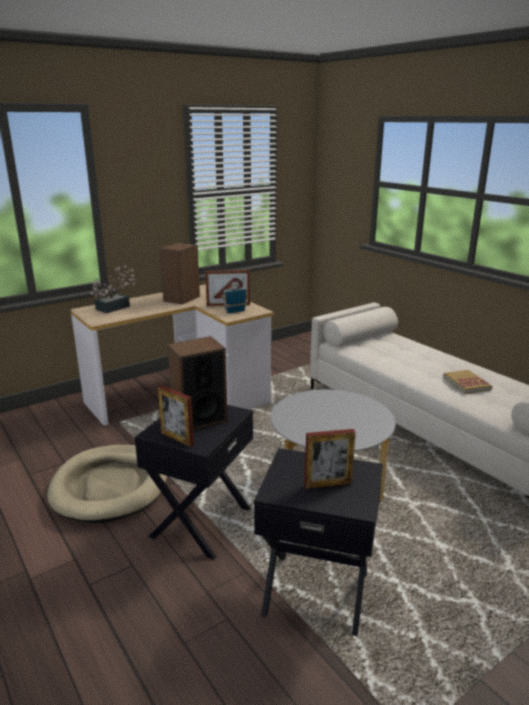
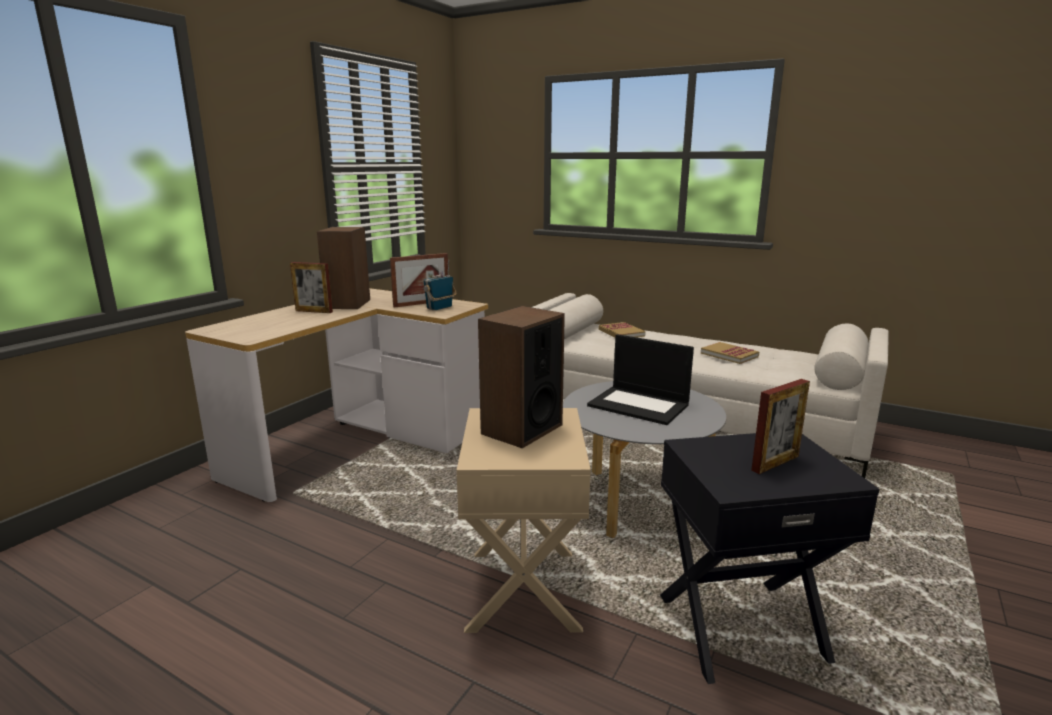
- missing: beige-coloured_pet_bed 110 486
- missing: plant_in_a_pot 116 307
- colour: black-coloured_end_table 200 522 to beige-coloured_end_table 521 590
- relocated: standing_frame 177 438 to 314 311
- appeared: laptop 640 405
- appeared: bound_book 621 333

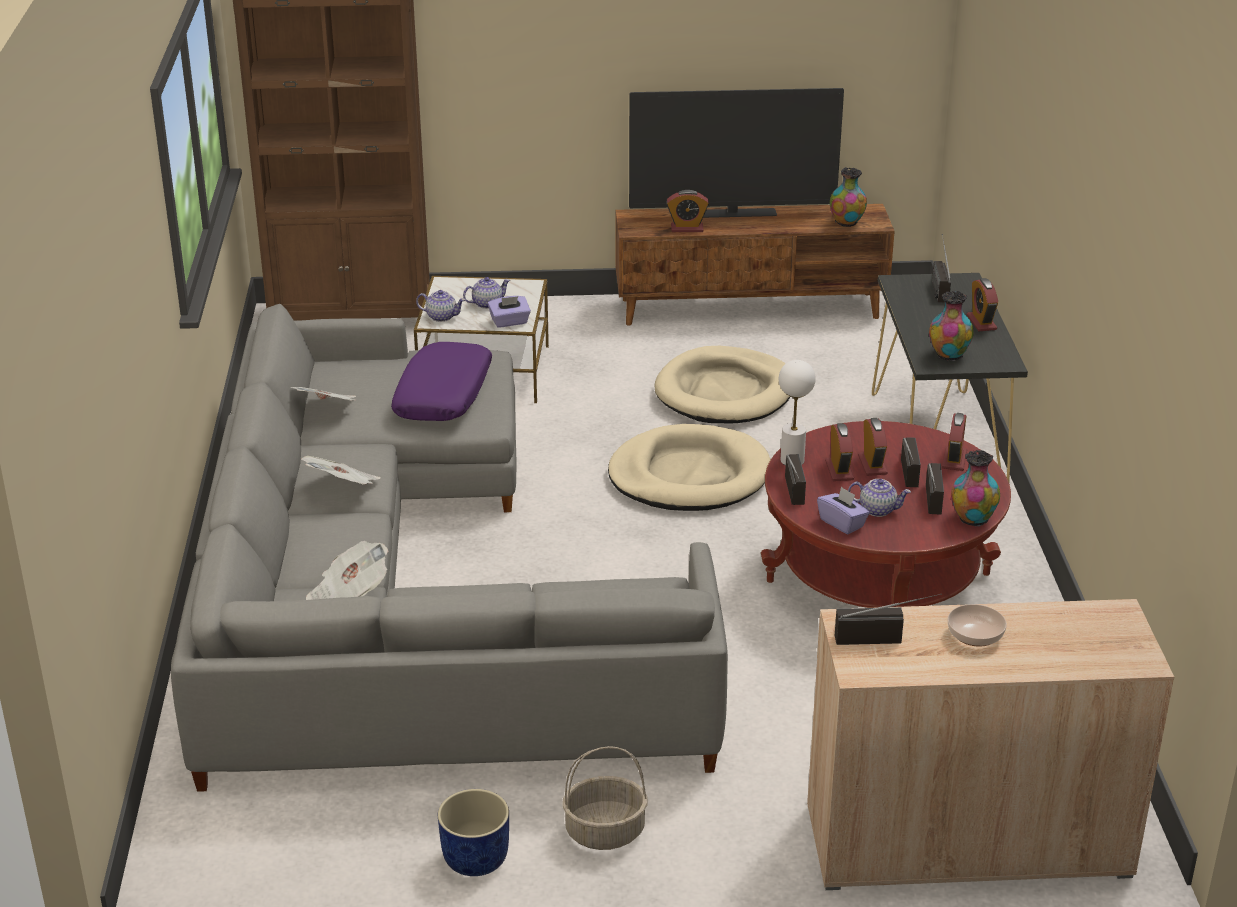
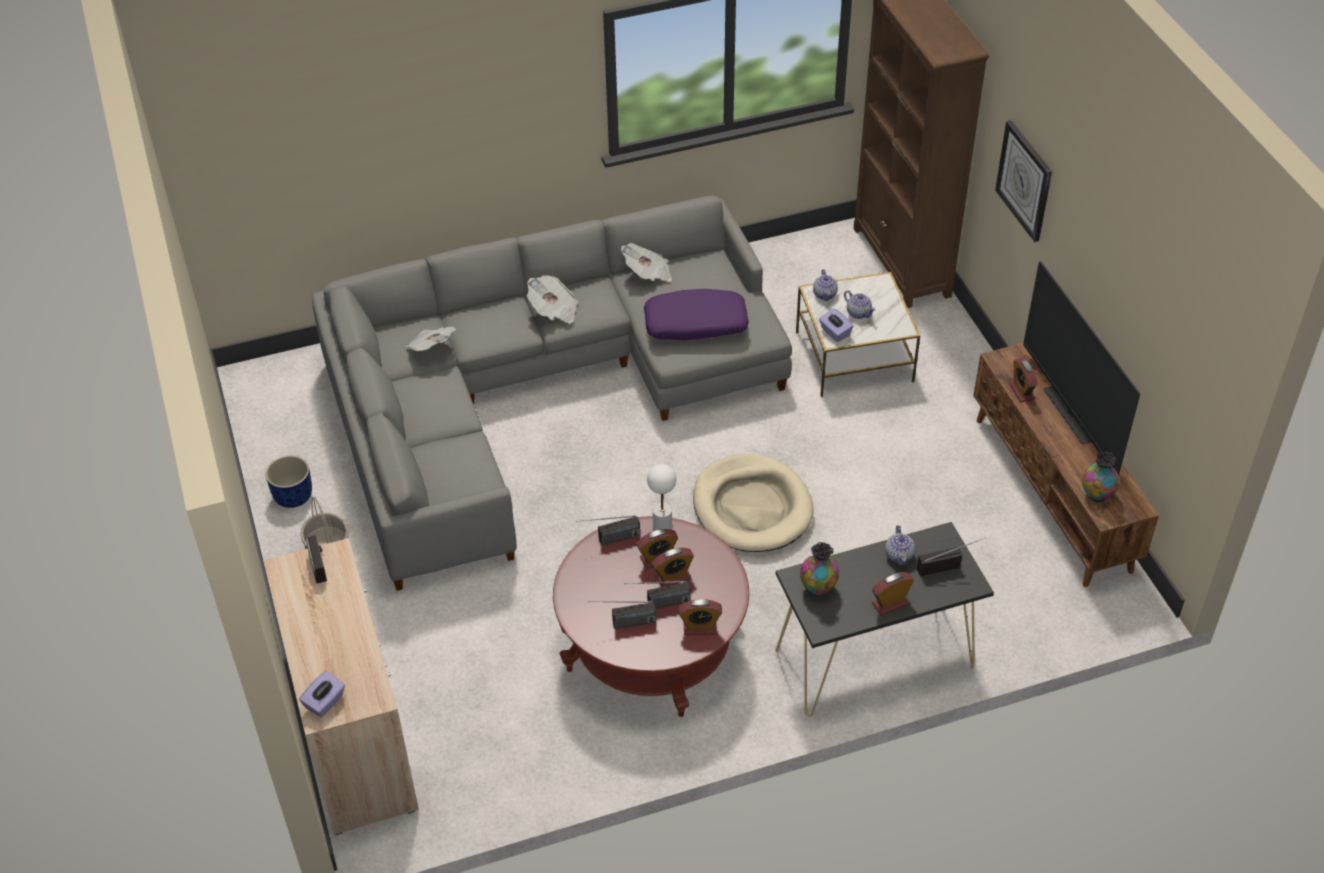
- missing: beige-coloured_pet_bed 725 392
- relocated: purple_tissue_box 842 523 to 325 702
- relocated: pot_for_tea 878 509 to 899 555
- missing: serving_bowl 975 636
- missing: flower_vase 972 519
- appeared: hanging_clock 1025 180

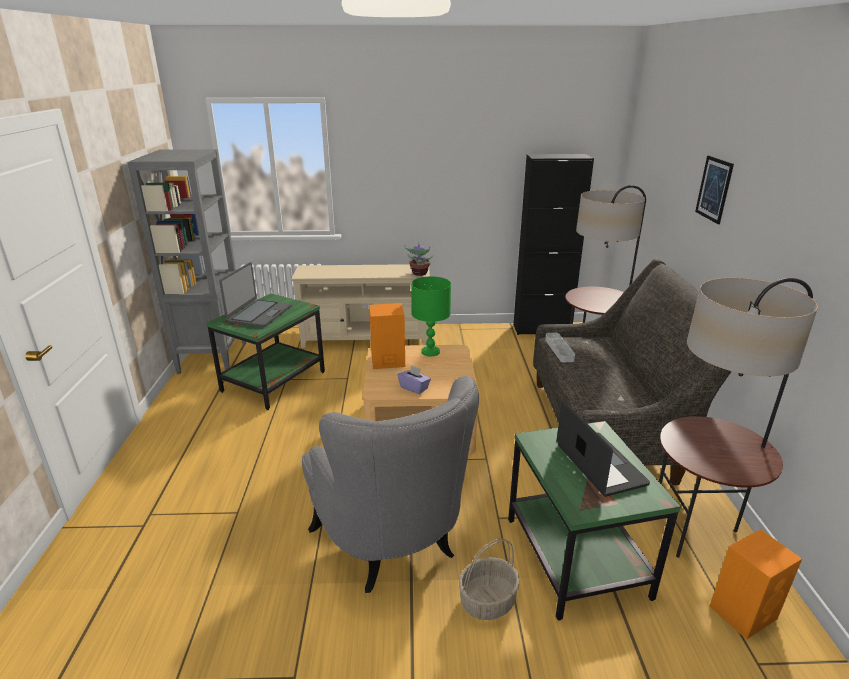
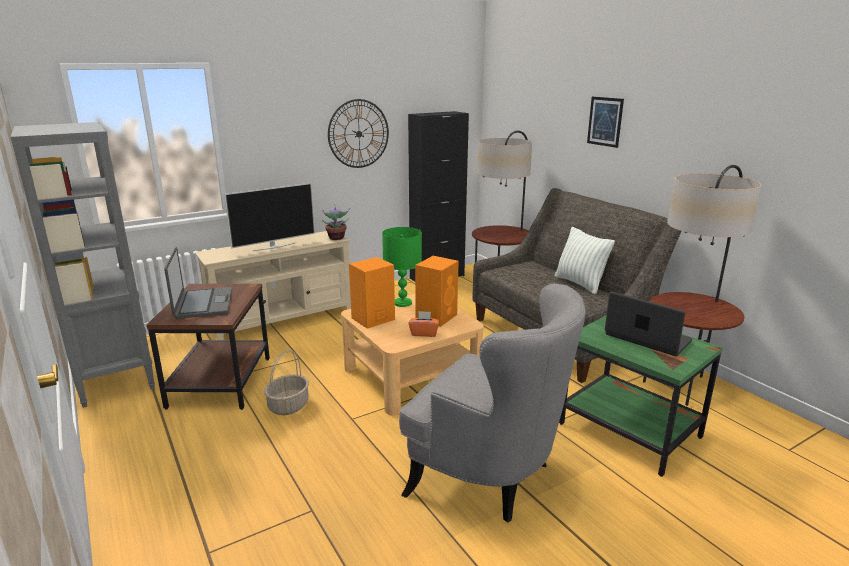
- colour: greenish_end_table 273 382 to brown_end_table 219 382
- colour: purple_tissue_box 414 388 to orangey_tissue_box 424 333
- relocated: storage_basket 488 601 to 288 405
- missing: gray_serving_tray 559 350
- relocated: orangey_loudspeaker 744 612 to 437 317
- appeared: TV 274 247
- appeared: hanging_clock 358 134
- appeared: pillow 580 284

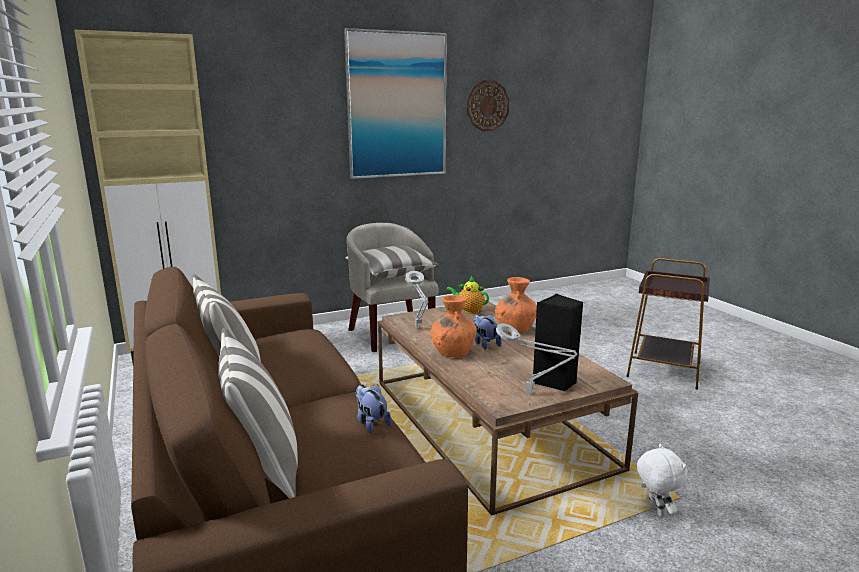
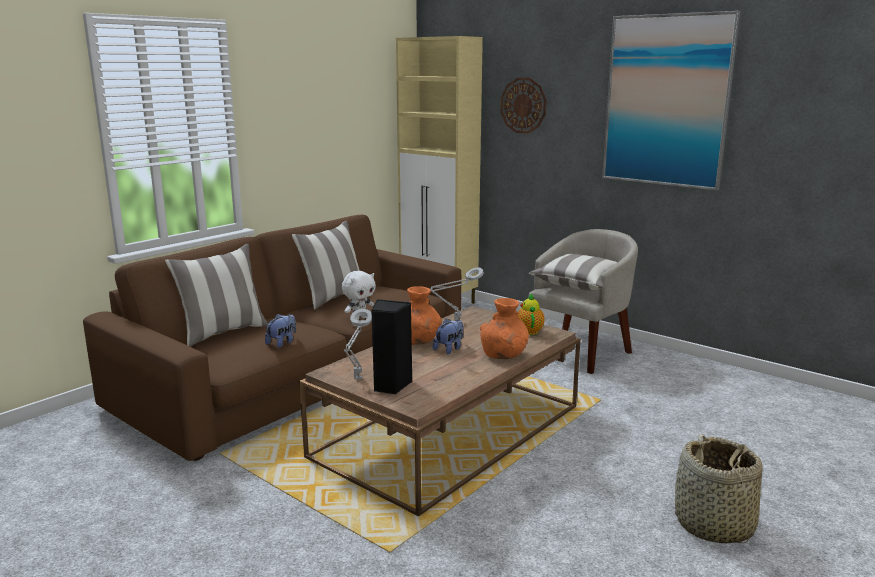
- relocated: hanging_clock 487 106 to 523 105
- exchanged: brown_end_table 663 370 to storage_basket 713 525
- relocated: white-coloured_cuddly_toy 655 511 to 359 318

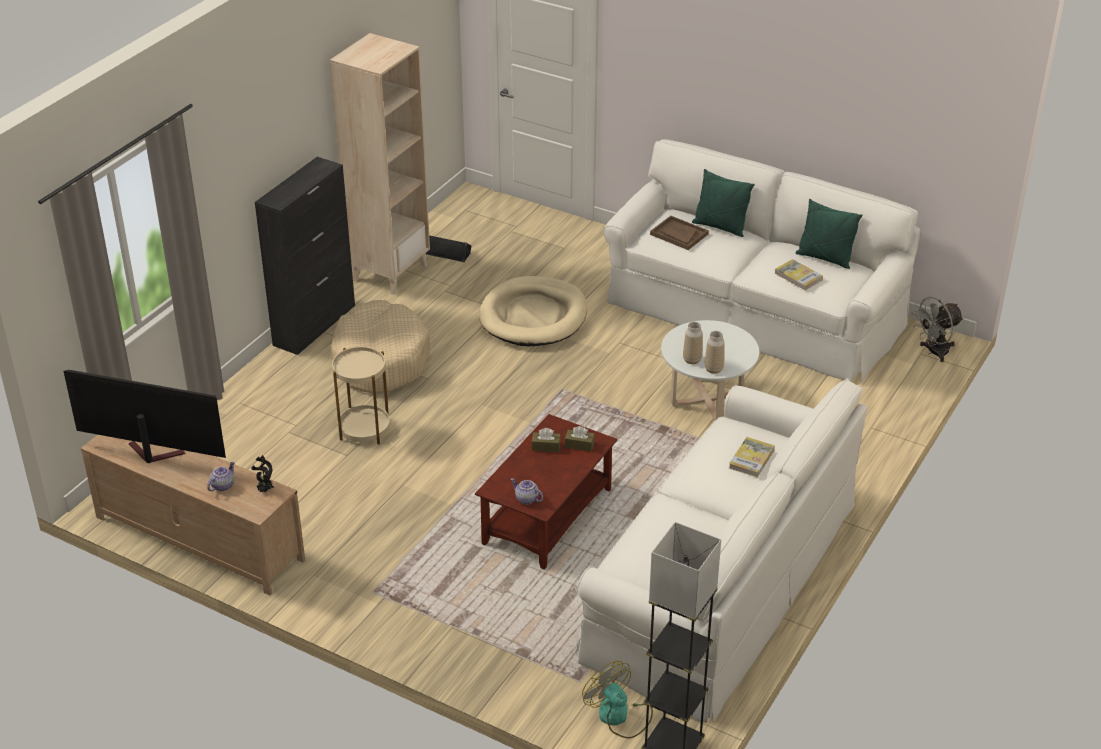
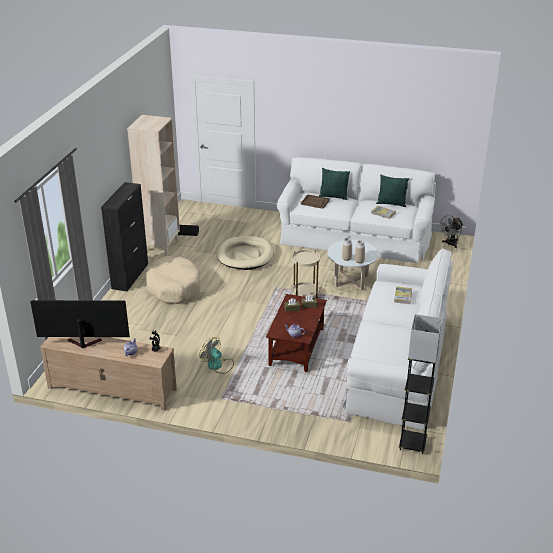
- relocated: beige-coloured_end_table 364 429 to 305 294
- relocated: fan 619 716 to 218 365

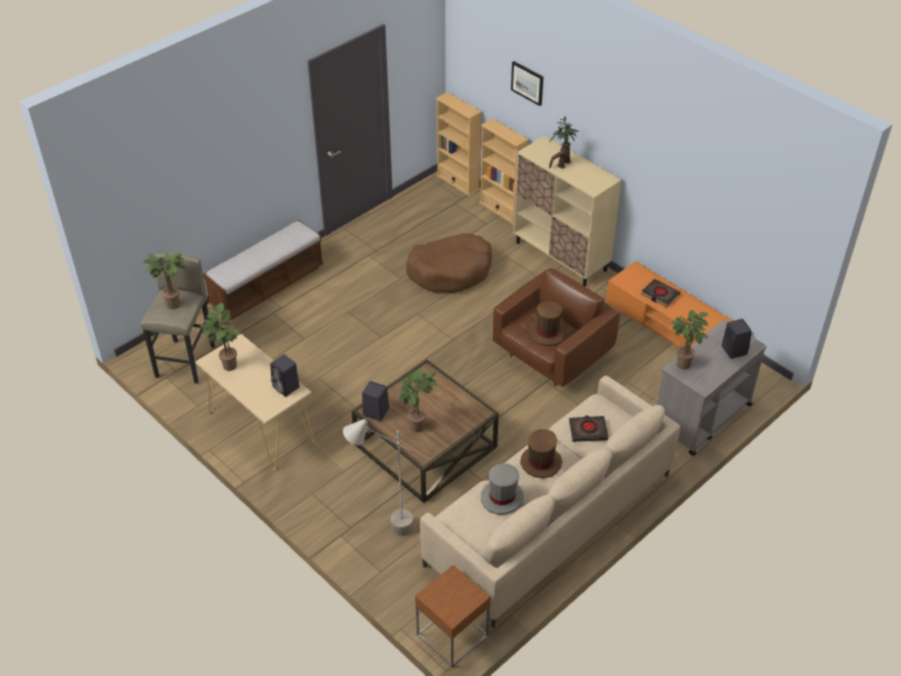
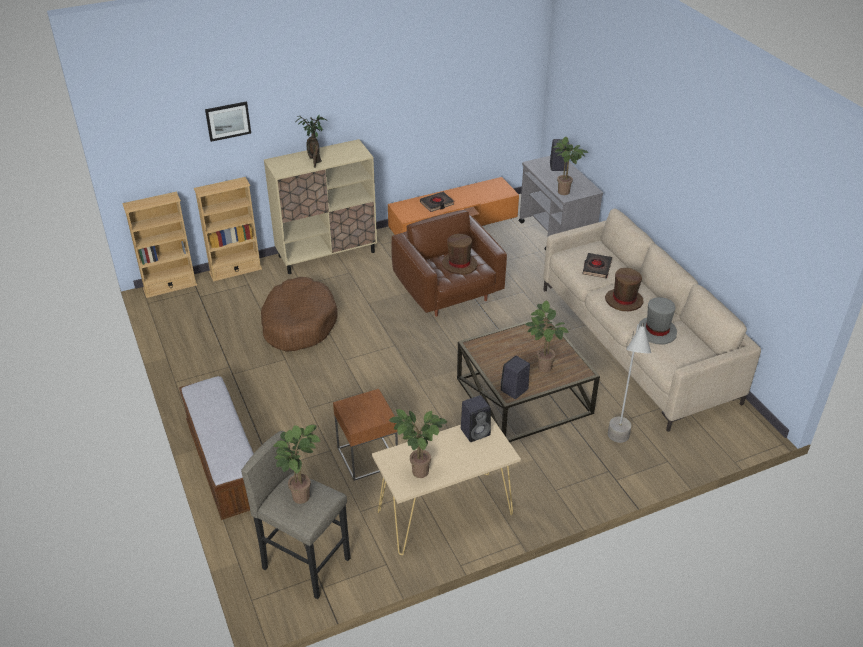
- relocated: brown_end_table 452 635 to 367 457

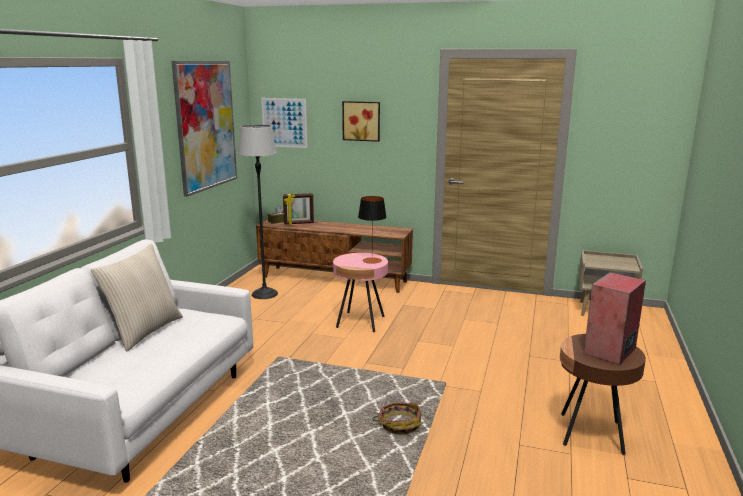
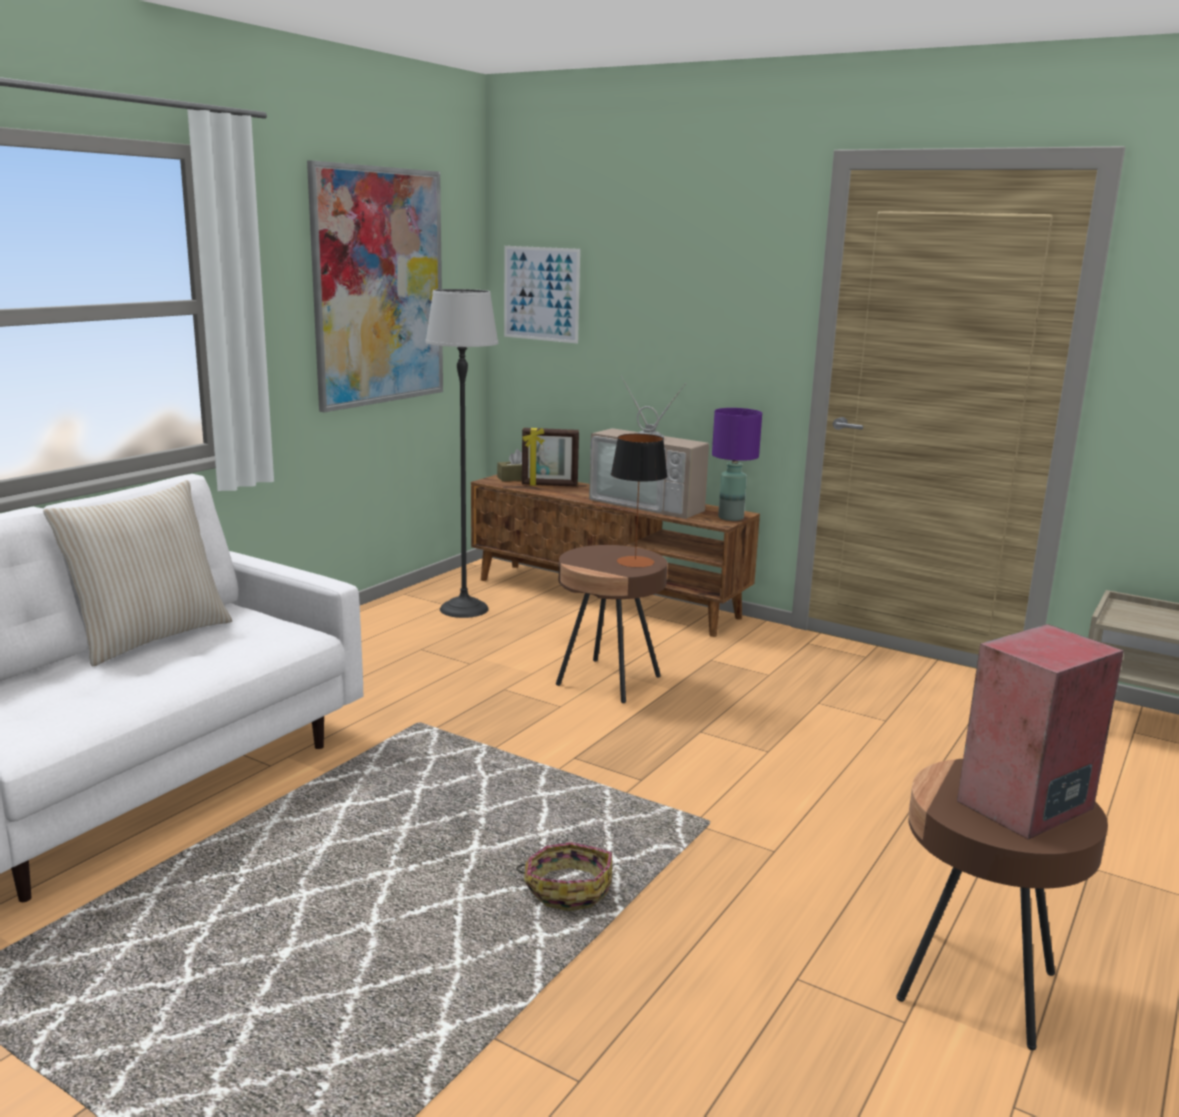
- colour: pink_end_table 360 322 to brown_end_table 608 681
- missing: wall_picture 361 121
- appeared: TV 651 504
- appeared: purple_lamp_for_a_table 731 518

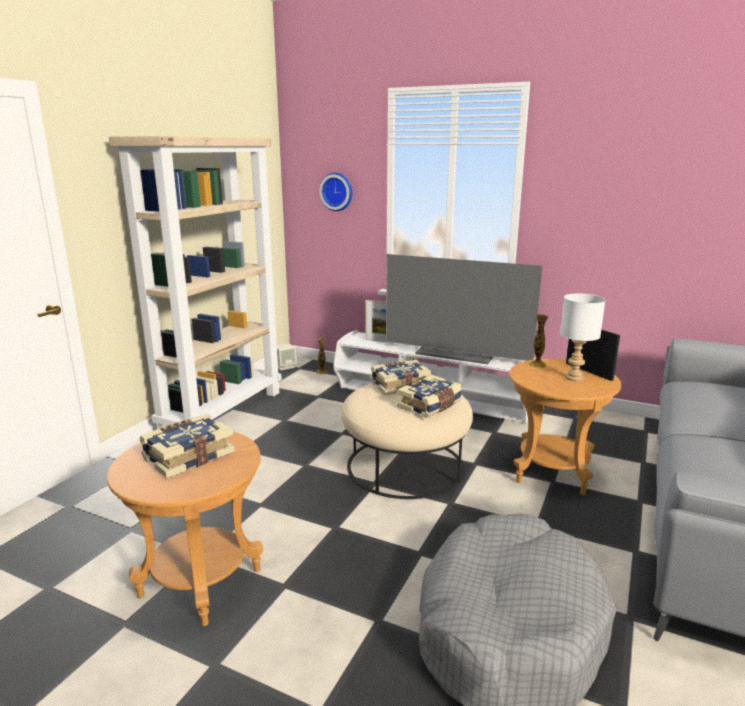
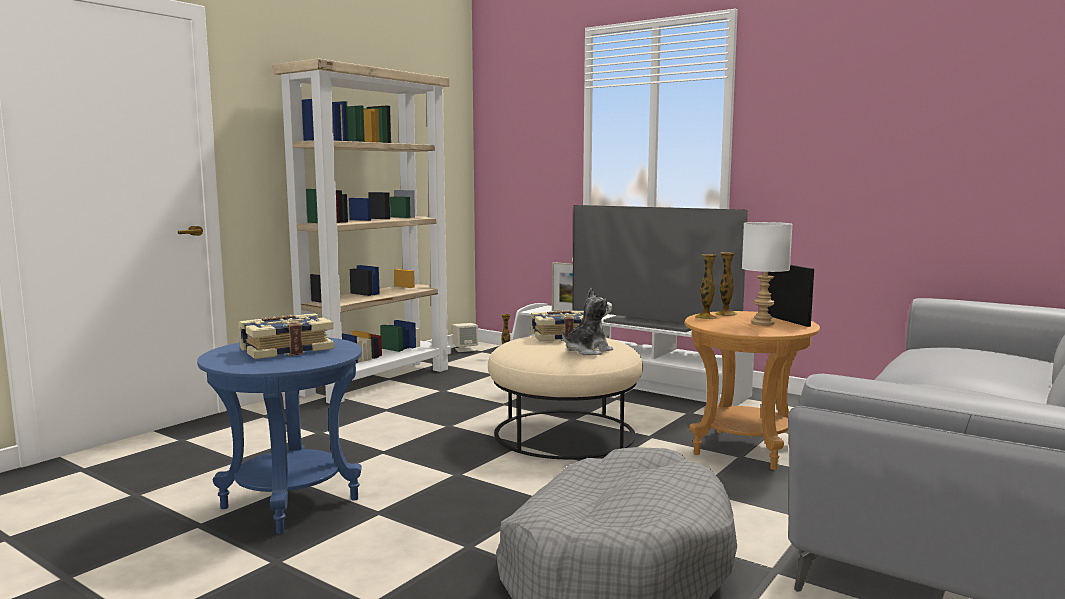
- colour: brown_end_table 200 582 to bluish_end_table 290 503
- missing: hanging_clock 337 191
- exchanged: bound_book 430 406 to cuddly_toy 587 351
- appeared: flower_vase 706 317

